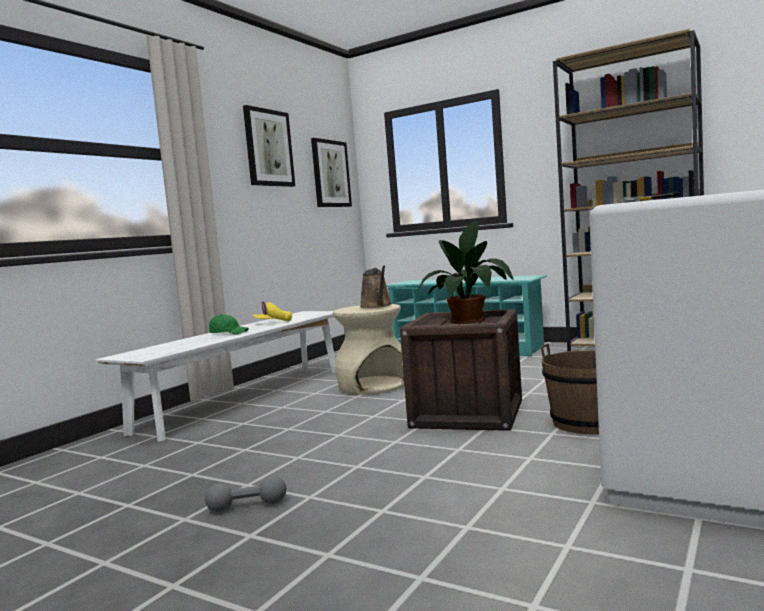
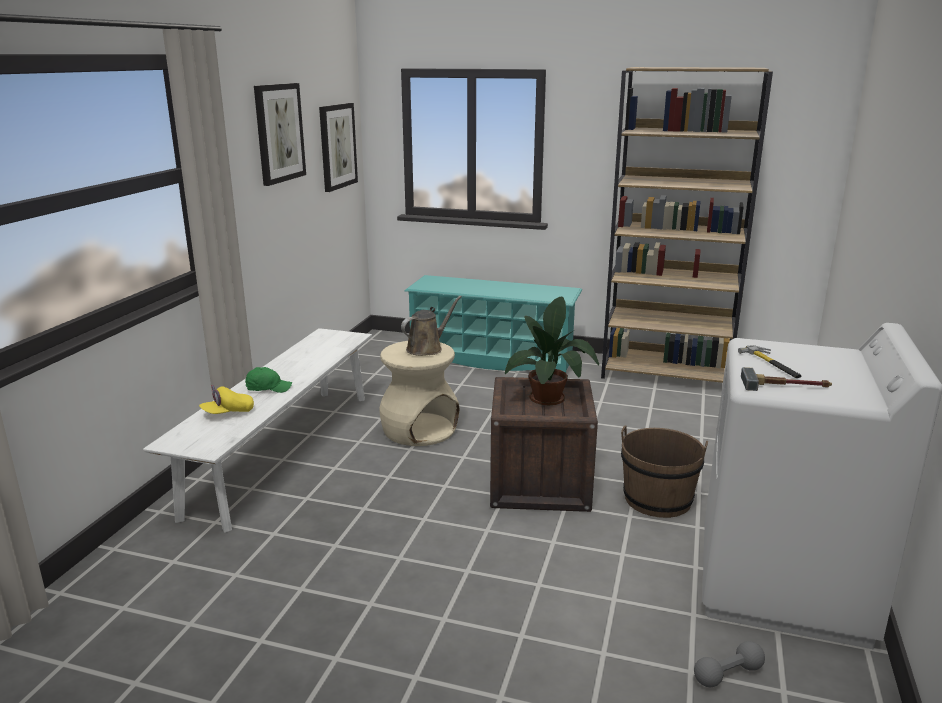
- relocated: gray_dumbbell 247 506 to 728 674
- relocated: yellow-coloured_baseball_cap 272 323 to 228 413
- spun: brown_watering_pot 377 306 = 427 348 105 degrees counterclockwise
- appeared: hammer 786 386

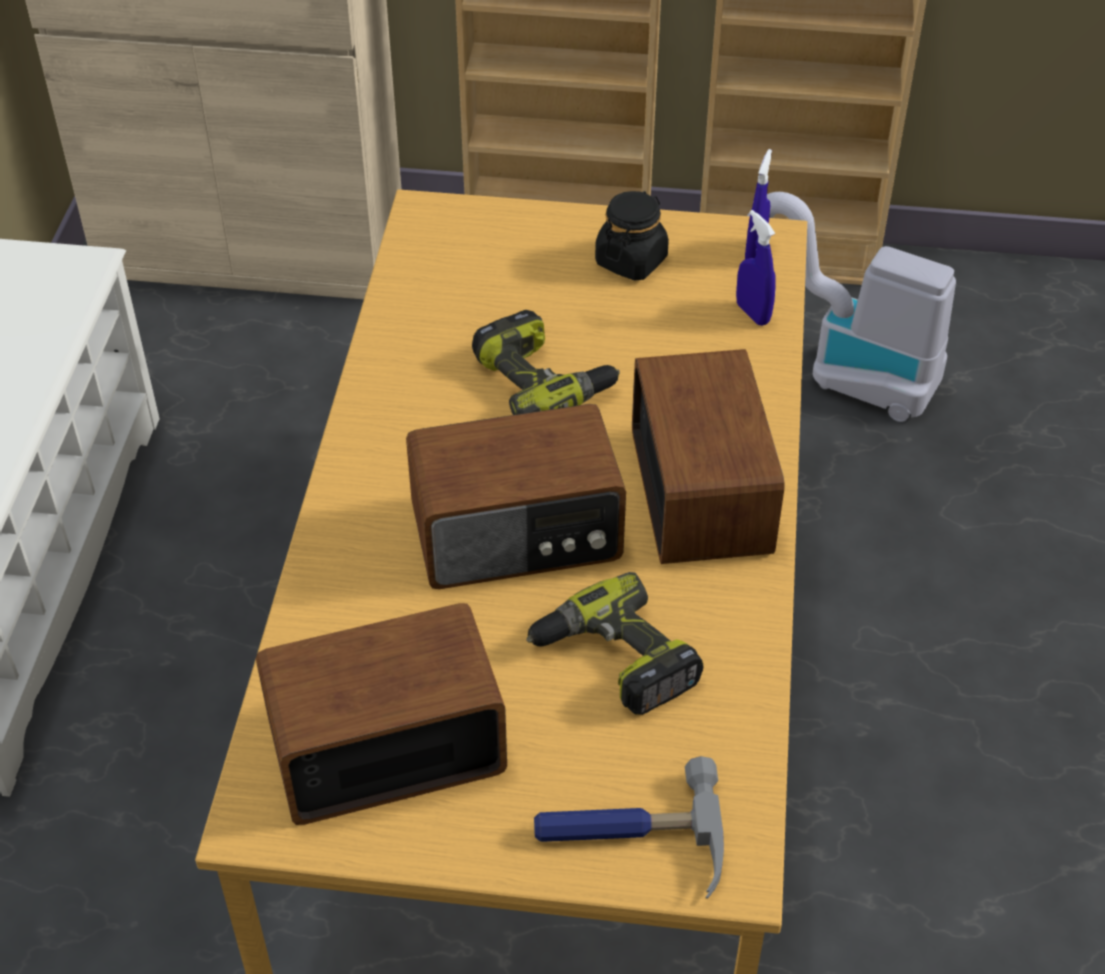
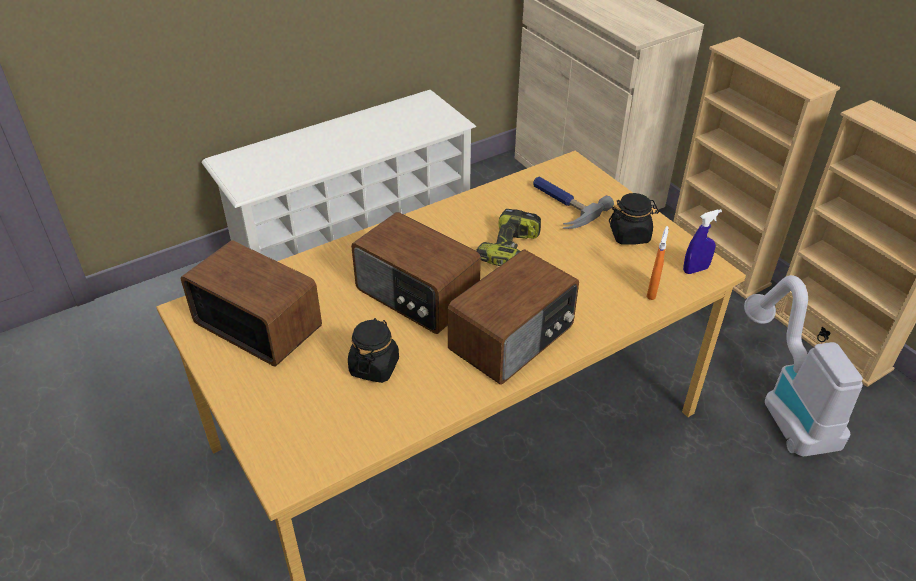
- exchanged: power_drill 614 661 to black-coloured_jar 374 366
- relocated: hammer 629 839 to 562 205
- colour: bluish_hand_sprayer 752 313 to orangey_hand_sprayer 652 291

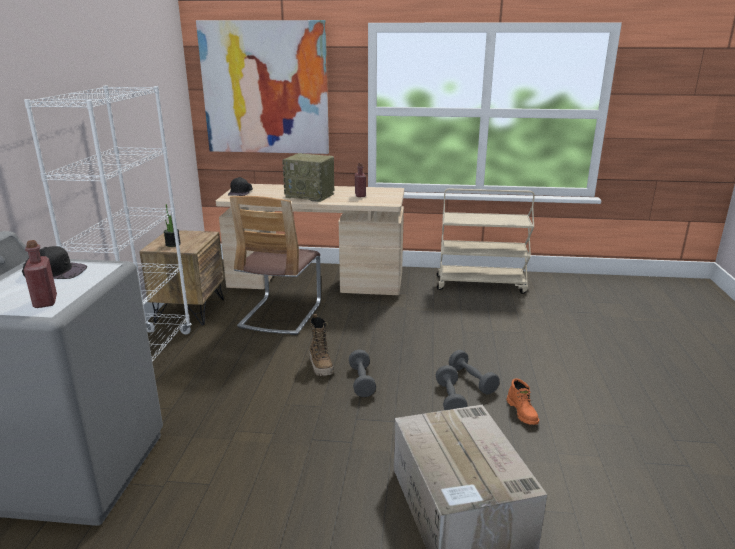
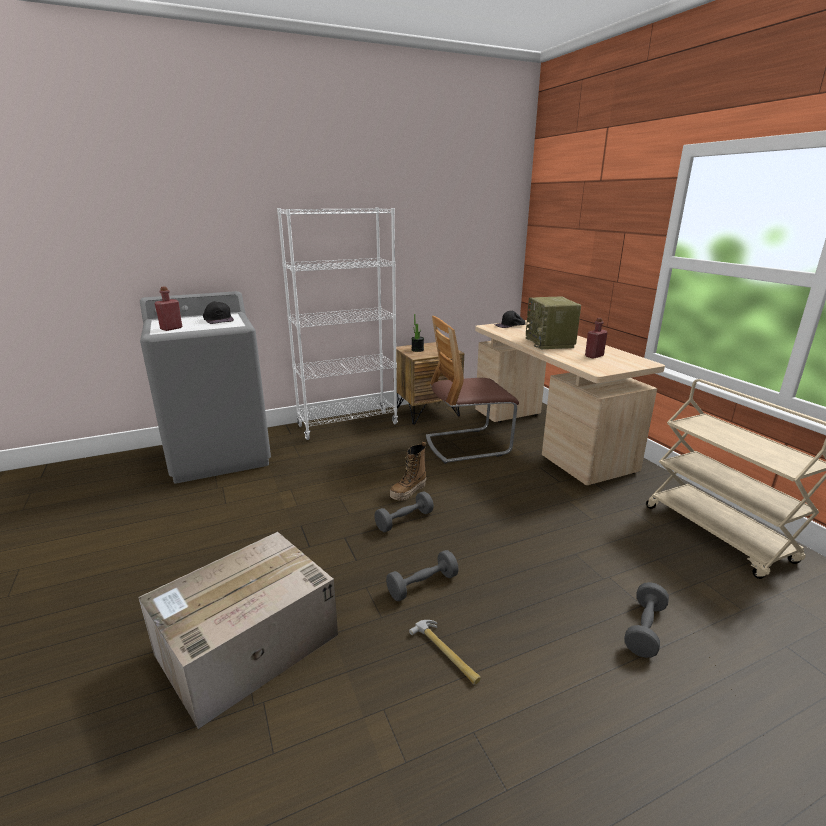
- missing: wall_picture 265 88
- relocated: gray_dumbbell 472 380 to 644 629
- exchanged: orangey_high-top_boot 522 412 to hammer 446 653

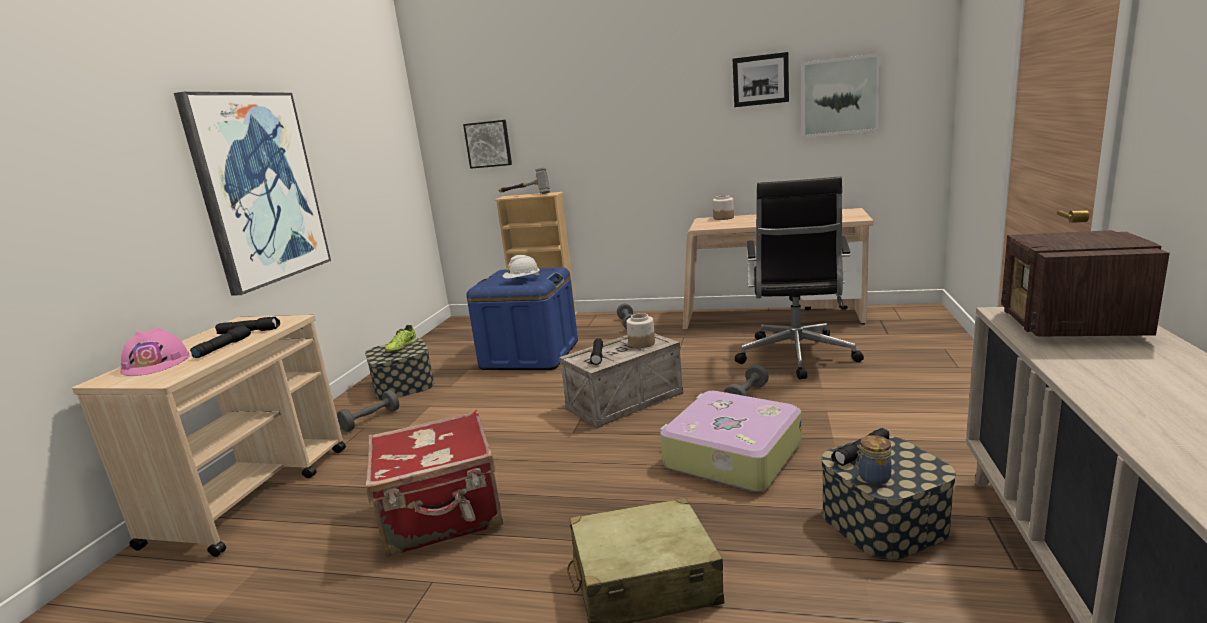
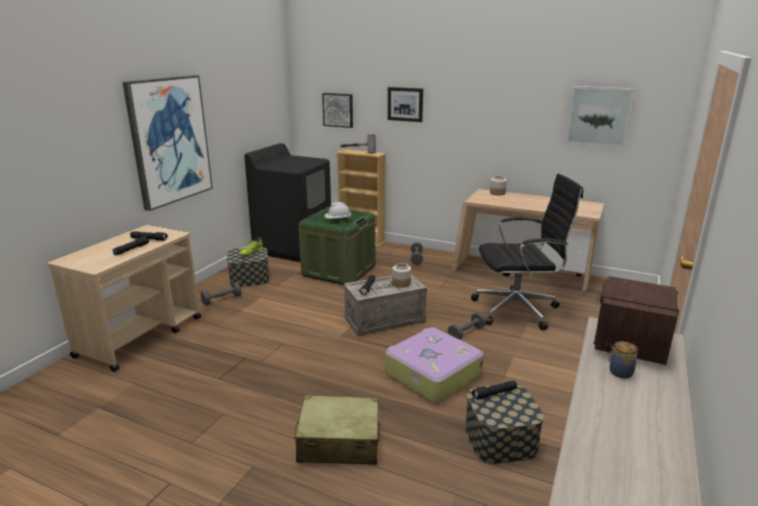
- missing: pink_safety_helmet 156 364
- missing: red-coloured_suitcase 443 516
- colour: bluish_storage_container 530 355 to greenish_storage_container 339 270
- relocated: wall_picture 760 80 to 405 104
- spun: black-coloured_computer_chair 796 357 = 518 310 120 degrees counterclockwise
- relocated: jar 872 477 to 619 372
- appeared: black-coloured_laundry_machine 293 248

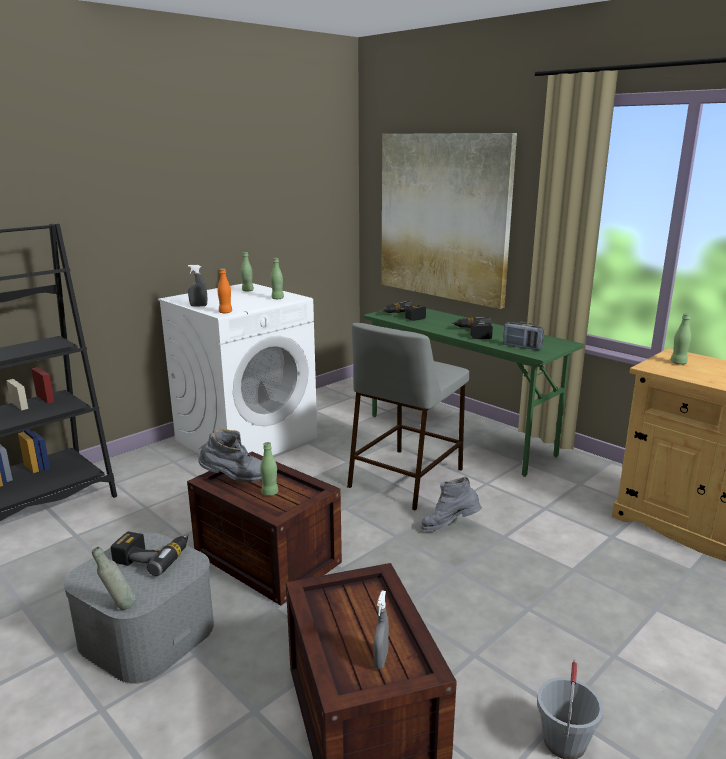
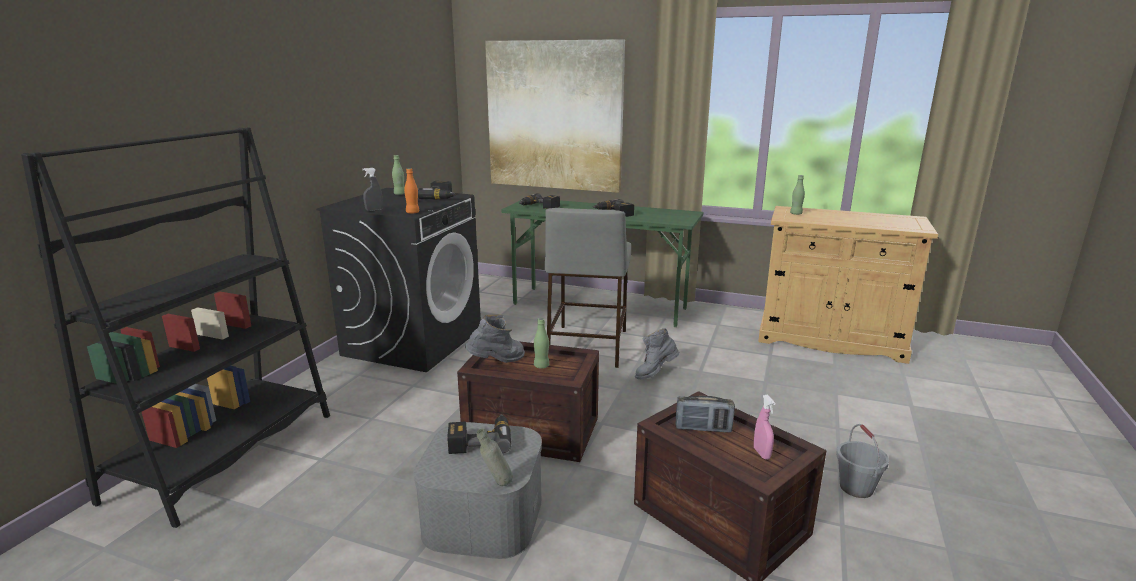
- colour: white-coloured_laundry_machine 246 438 to black-coloured_laundry_machine 413 341
- exchanged: greenish_drink_bottle 277 298 to power_drill 442 197
- colour: gray_hand_sprayer 381 659 to pink_hand_sprayer 761 453
- relocated: radio_set 522 347 to 703 428

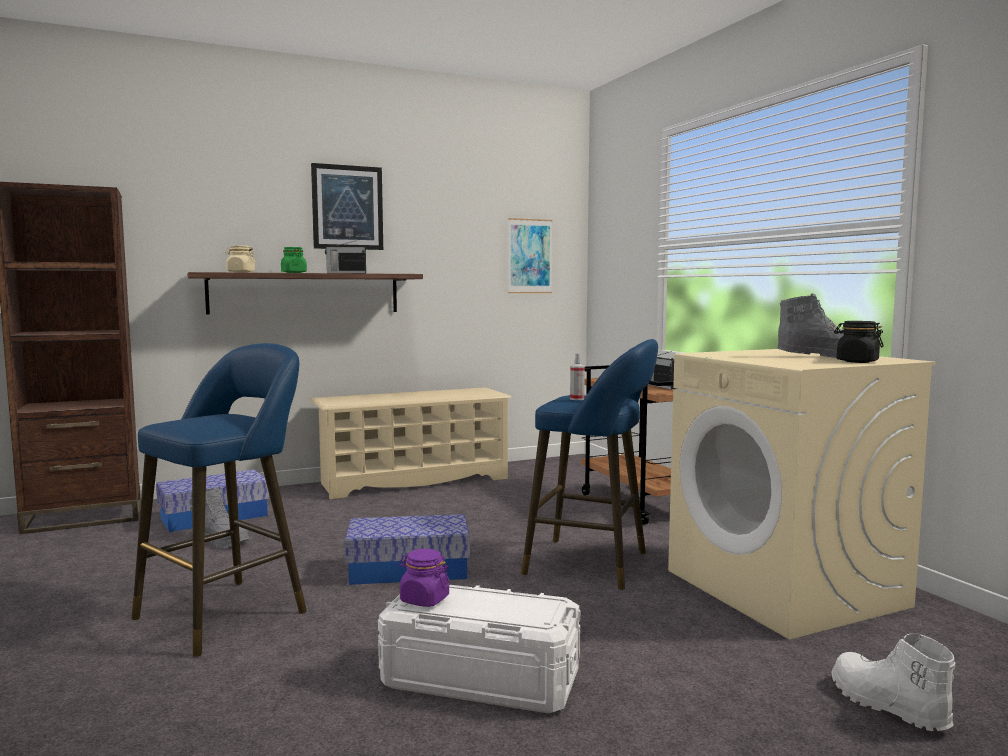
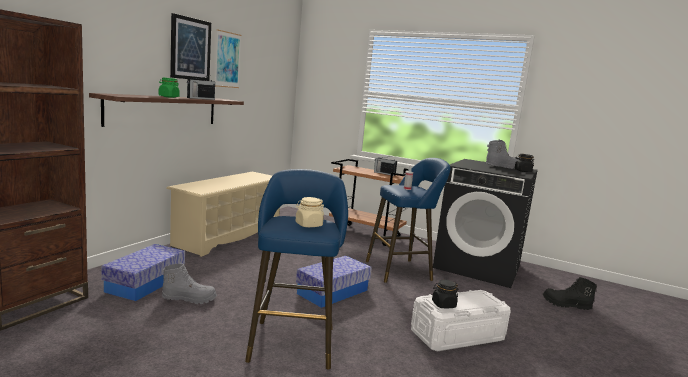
- relocated: beige-coloured_jar 240 272 to 308 225
- colour: purple_jar 424 599 to black-coloured_jar 443 305
- relocated: wall_picture 530 256 to 227 60
- colour: beige-coloured_laundry_machine 786 588 to black-coloured_laundry_machine 478 267
- colour: white-coloured_high-top_boot 886 706 to black-coloured_high-top_boot 566 305

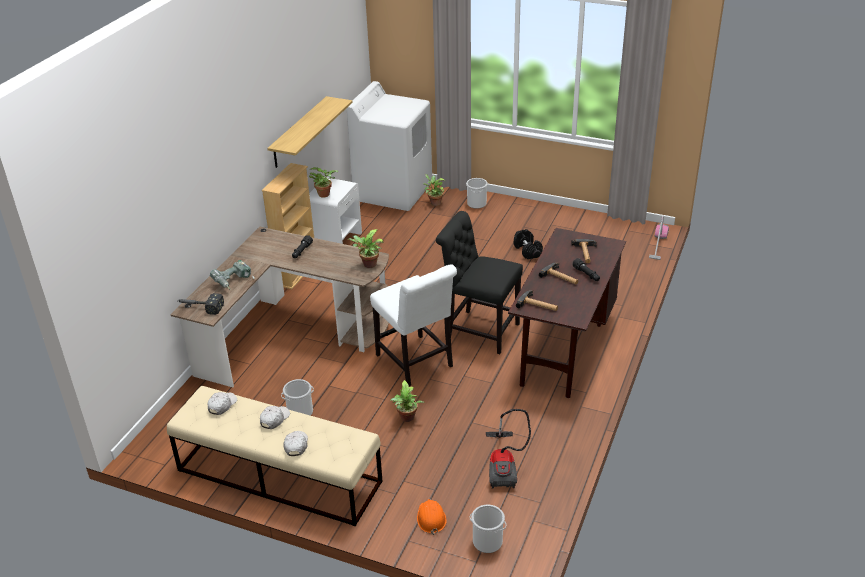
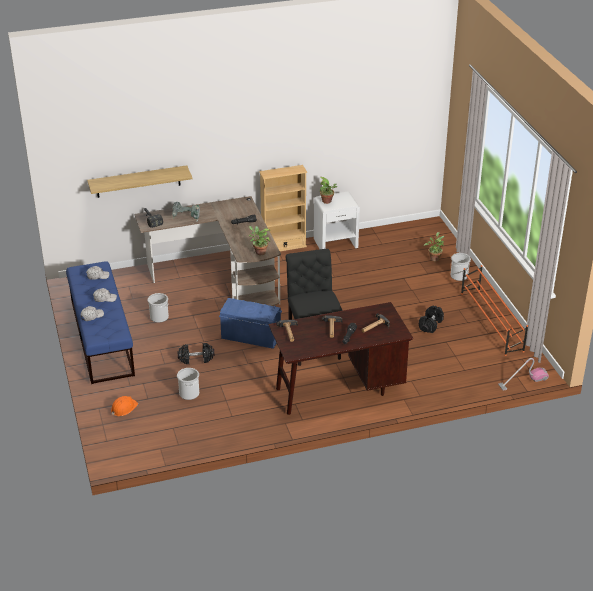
- colour: beige-coloured_indoor_bench 278 476 to bluish_indoor_bench 101 337
- relocated: shelf 299 132 to 138 181
- missing: white-coloured_laundry_machine 393 191
- exchanged: white-coloured_plain_chair 416 363 to bluish_storage_container 251 337
- exchanged: plant_in_a_pot 407 418 to black-coloured_dumbbell 196 358
- relocated: bucket 487 541 to 189 393
- missing: vacuum 504 466
- appeared: orangey_shoe_rack 491 322

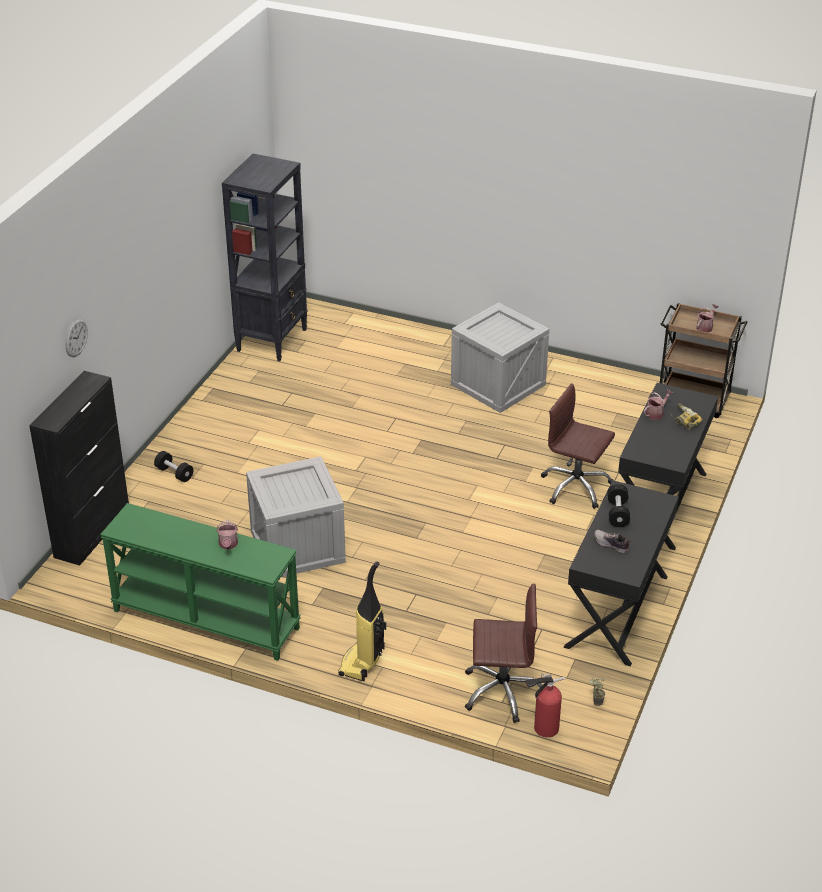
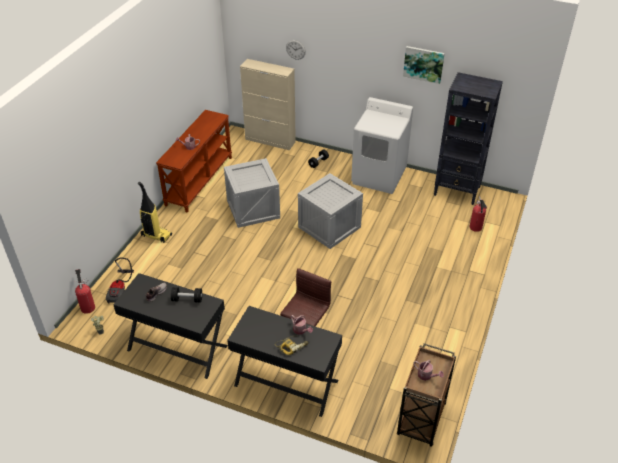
- colour: black-coloured_storage_cabinet 92 532 to beige-coloured_storage_cabinet 270 140
- colour: greenish_narrow_table 205 620 to brown_narrow_table 199 180
- relocated: packing_crate 498 384 to 330 227
- exchanged: brown_computer_chair 502 691 to vacuum 121 290
- appeared: white-coloured_laundry_machine 379 176
- appeared: wall_picture 423 64
- appeared: extinguisher 476 228

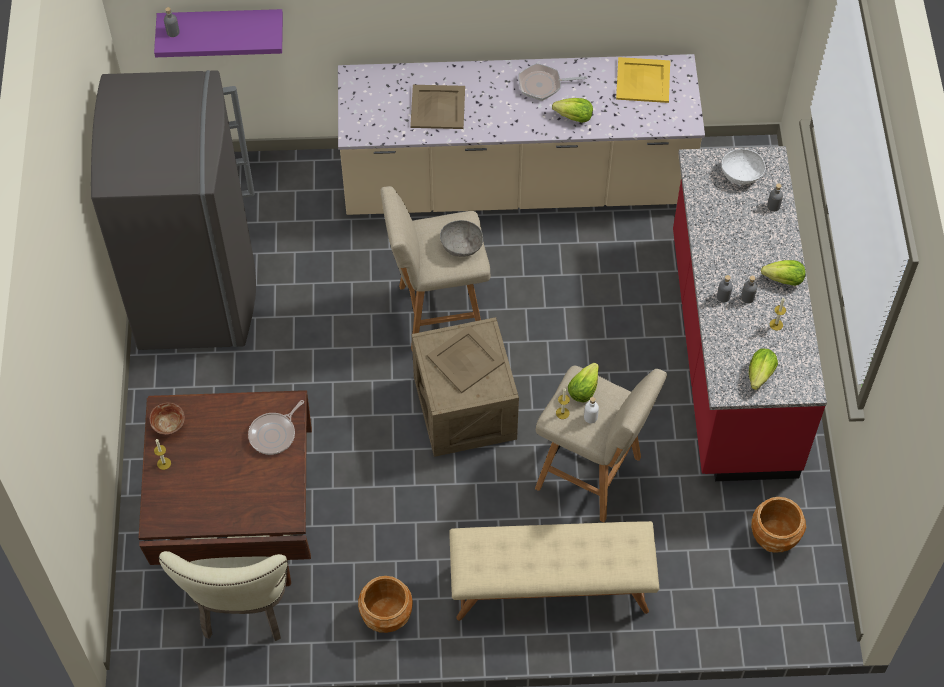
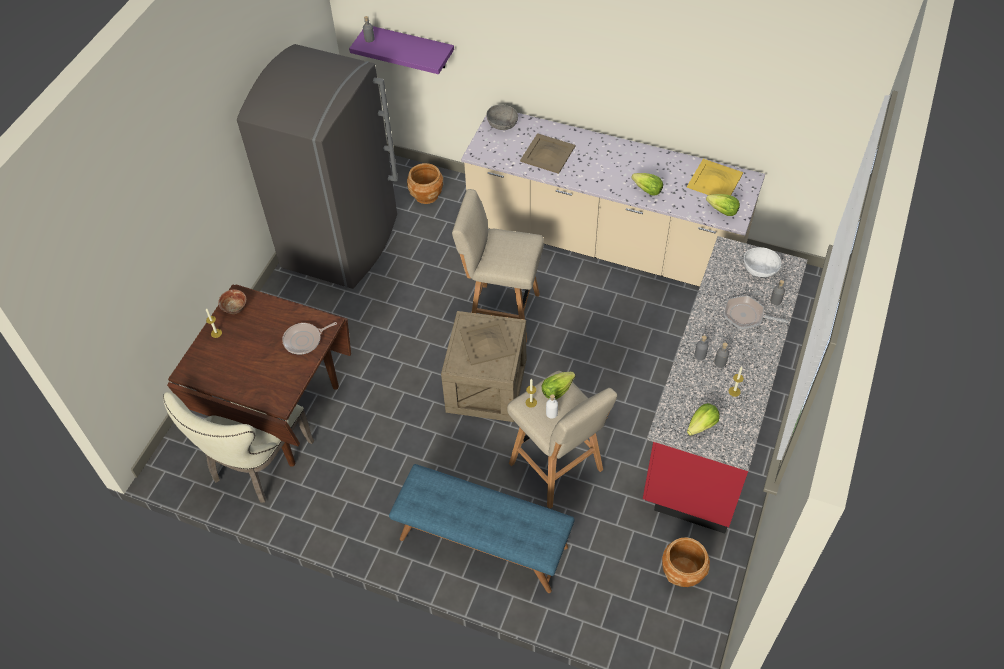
- relocated: brown_planter 386 615 to 426 195
- relocated: gray_serving_bowl 461 246 to 502 124
- colour: beige-coloured_indoor_bench 550 588 to bluish_indoor_bench 482 543
- relocated: pan 543 85 to 746 316
- relocated: lettuce 784 280 to 722 211

